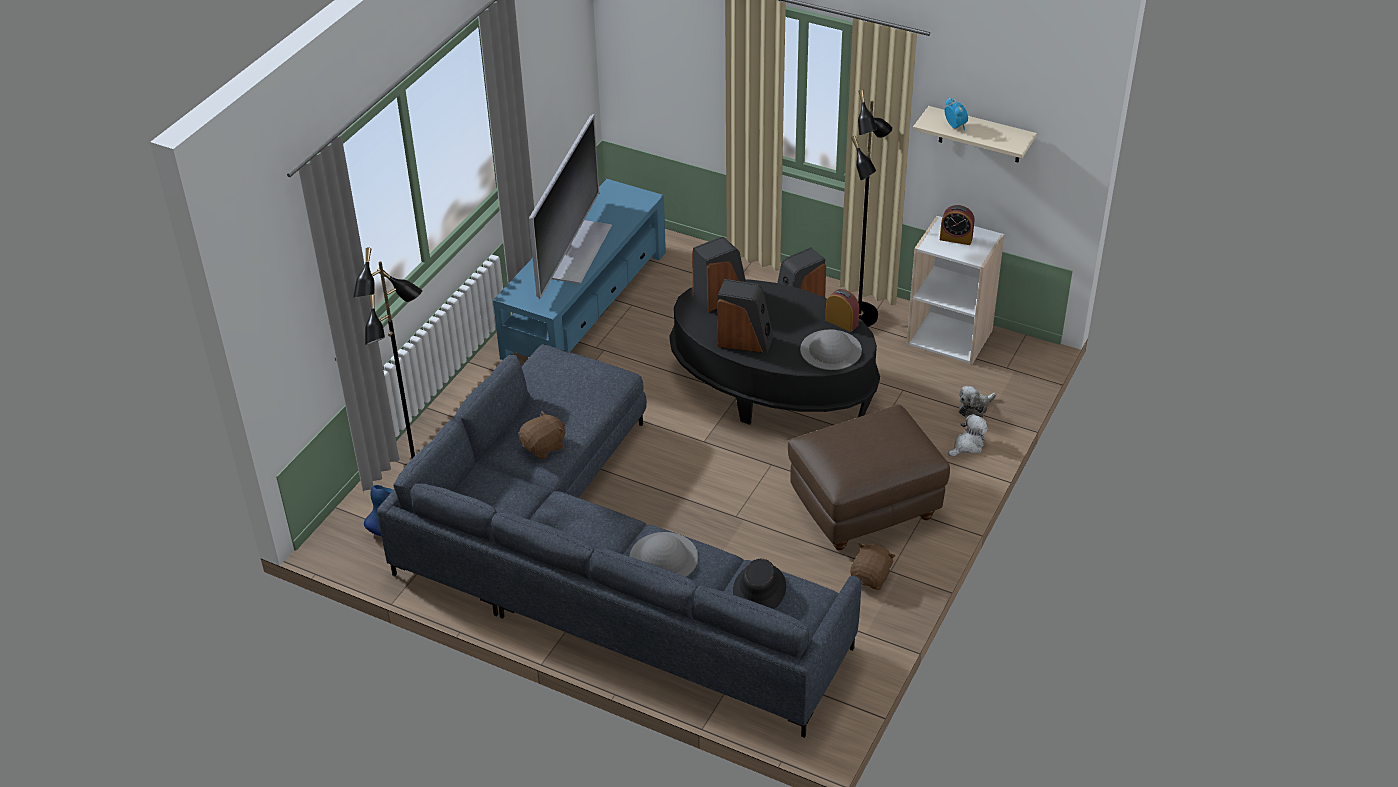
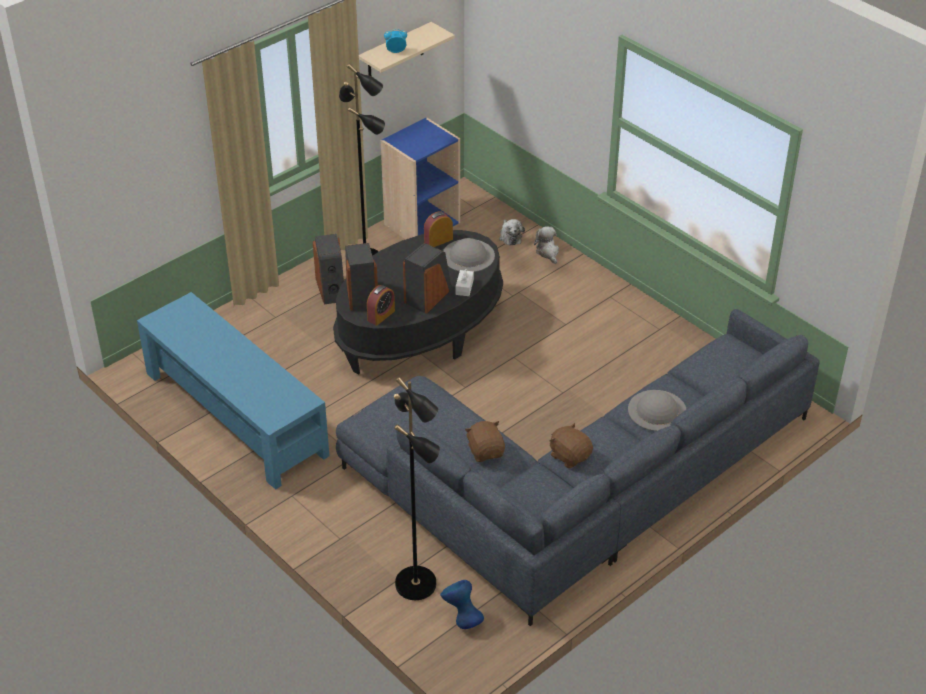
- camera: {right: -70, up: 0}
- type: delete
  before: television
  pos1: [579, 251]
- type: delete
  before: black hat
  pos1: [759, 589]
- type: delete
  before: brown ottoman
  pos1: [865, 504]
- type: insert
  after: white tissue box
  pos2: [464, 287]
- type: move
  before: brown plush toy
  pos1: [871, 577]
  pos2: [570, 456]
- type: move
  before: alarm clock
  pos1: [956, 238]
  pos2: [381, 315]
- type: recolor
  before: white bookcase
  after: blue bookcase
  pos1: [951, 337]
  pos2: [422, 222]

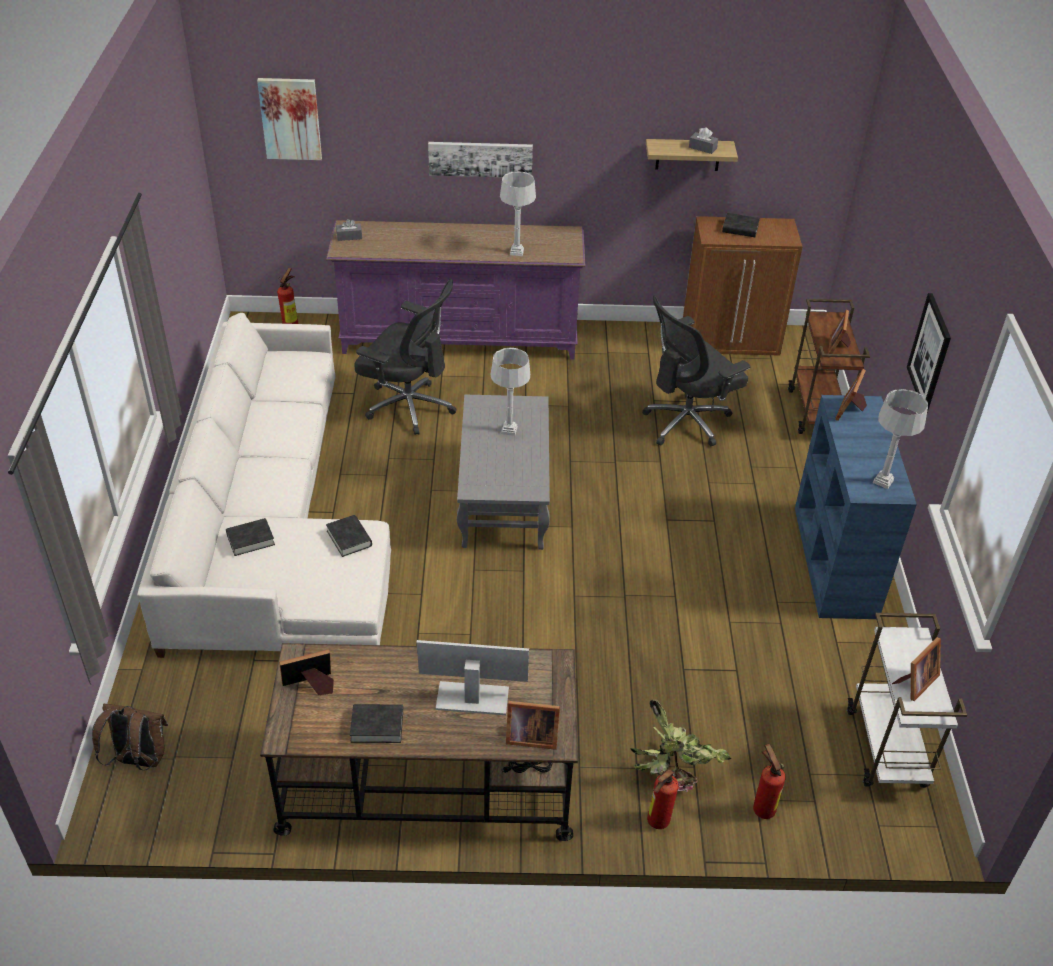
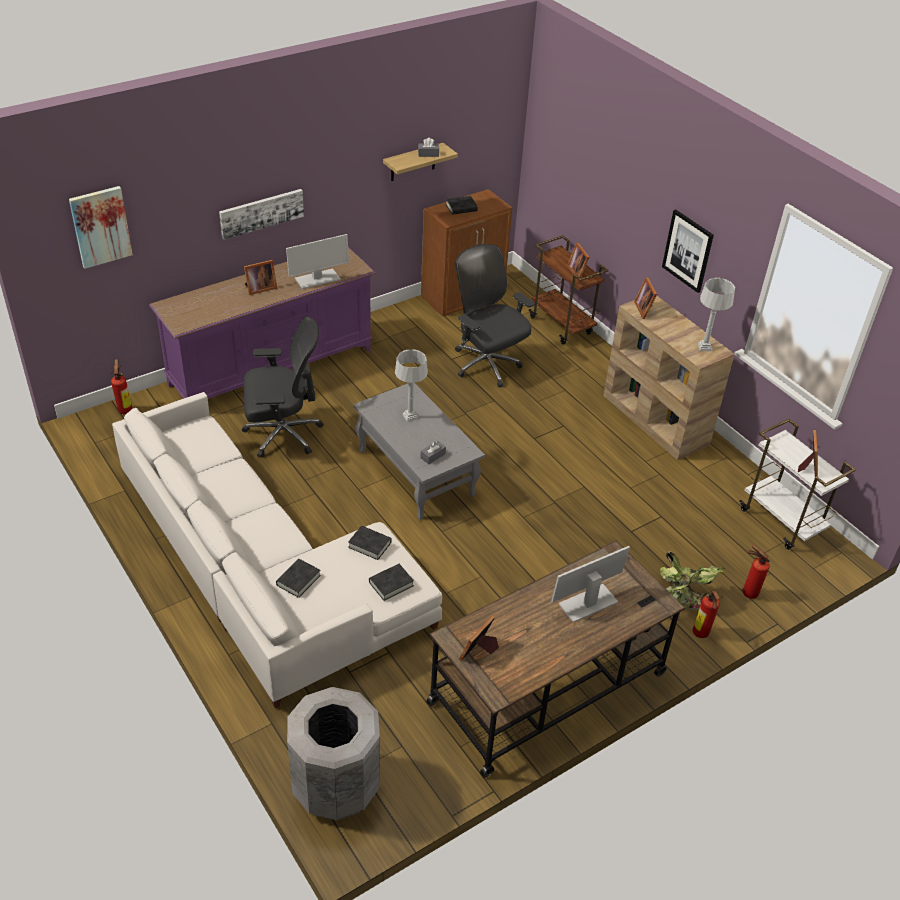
- camera: {right: -35, up: 0}
- type: move
  before: grey tissue box
  pos1: [349, 236]
  pos2: [433, 456]
- type: move
  before: black book
  pos1: [377, 726]
  pos2: [391, 584]
- type: move
  before: picture frame
  pos1: [530, 736]
  pos2: [259, 288]
- type: replace
  before: brown backpack
  after: grey trash can
  pos1: [139, 760]
  pos2: [336, 786]
- type: replace
  before: grey table lamp
  after: monitor
  pos1: [516, 252]
  pos2: [317, 279]
- type: recolor
  before: blue bookcase
  after: brown bookcase
  pos1: [836, 561]
  pos2: [656, 419]
- type: rotate
  before: office chair
  pos1: [687, 422]
  pos2: [487, 365]
  turn: 120

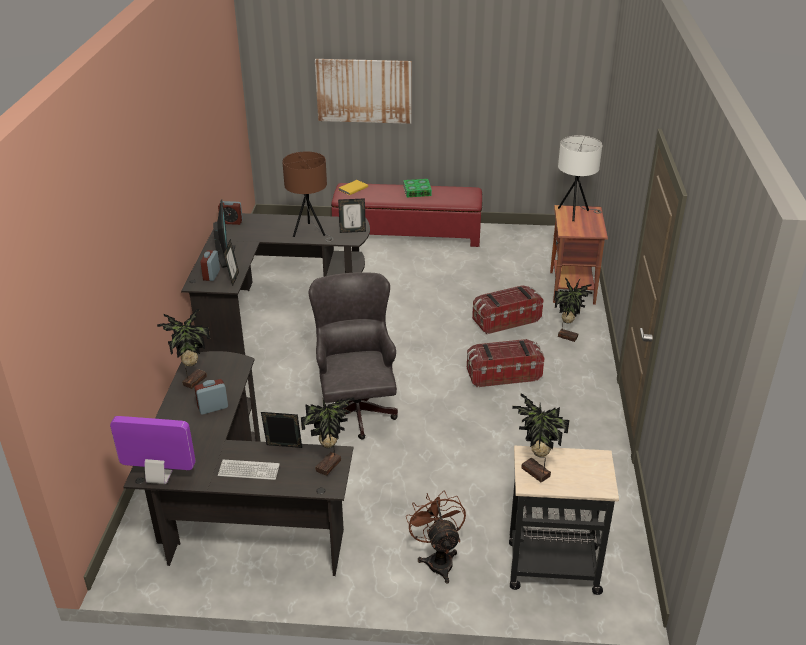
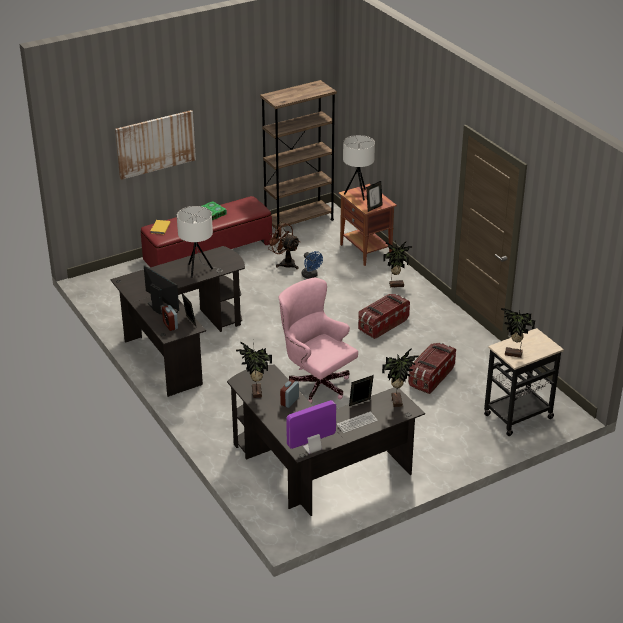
- camera: {right: -35, up: 0}
- type: delete
  before: alarm clock
  pos1: [231, 222]
- type: insert
  after: brown bookcase
  pos2: [299, 222]
- type: insert
  after: blue fan
  pos2: [311, 276]
- type: move
  before: picture frame
  pos1: [352, 231]
  pos2: [374, 207]
- type: move
  before: brown fan
  pos1: [438, 559]
  pos2: [285, 263]
- type: move
  before: storage box
  pos1: [505, 320]
  pos2: [431, 377]
- type: recolor
  before: brown table lamp
  after: white table lamp
  pos1: [310, 233]
  pos2: [199, 270]
- type: recolor
  before: grey office chair
  after: pink office chair
  pos1: [356, 410]
  pos2: [317, 383]

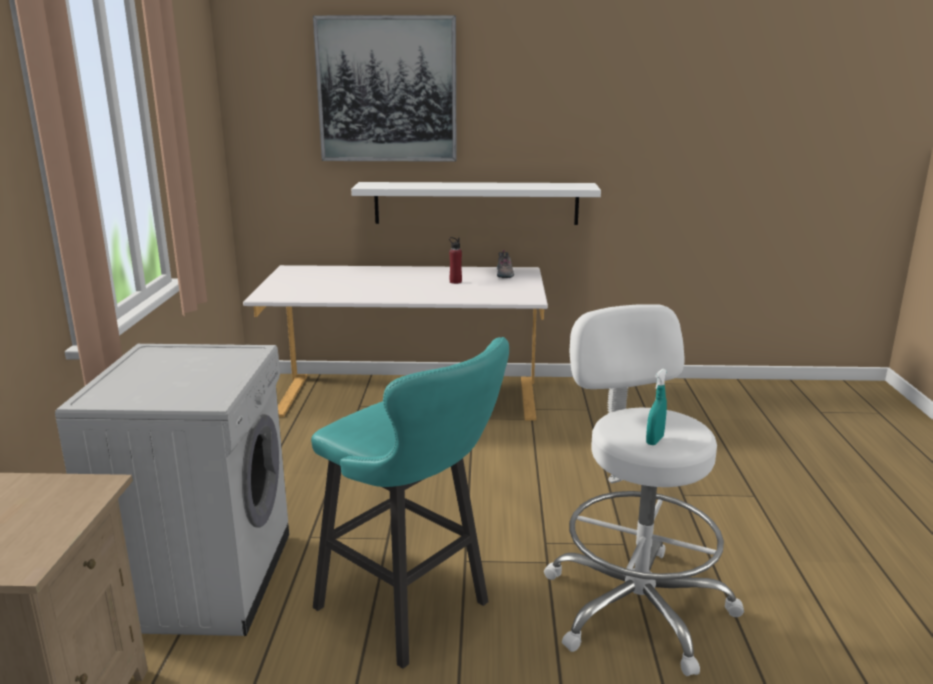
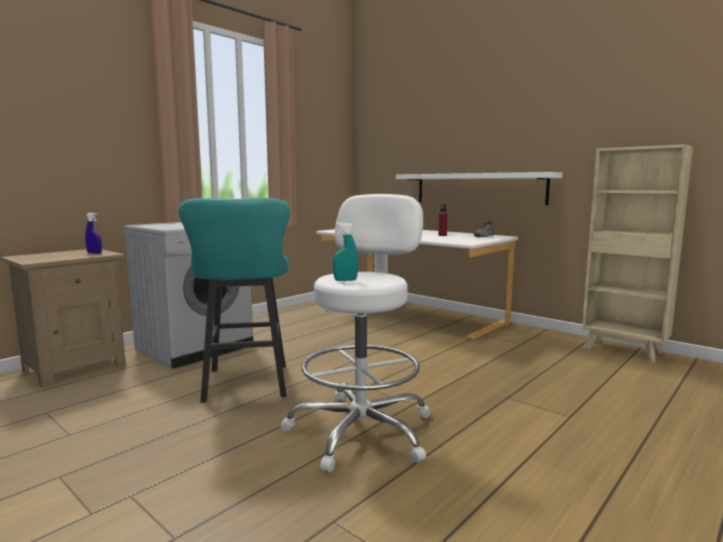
- camera: {right: 40, up: -10}
- type: delete
  before: picture
  pos1: [387, 90]
- type: insert
  after: blue spray bottle
  pos2: [94, 253]
- type: insert
  after: beige bookcase
  pos2: [624, 350]

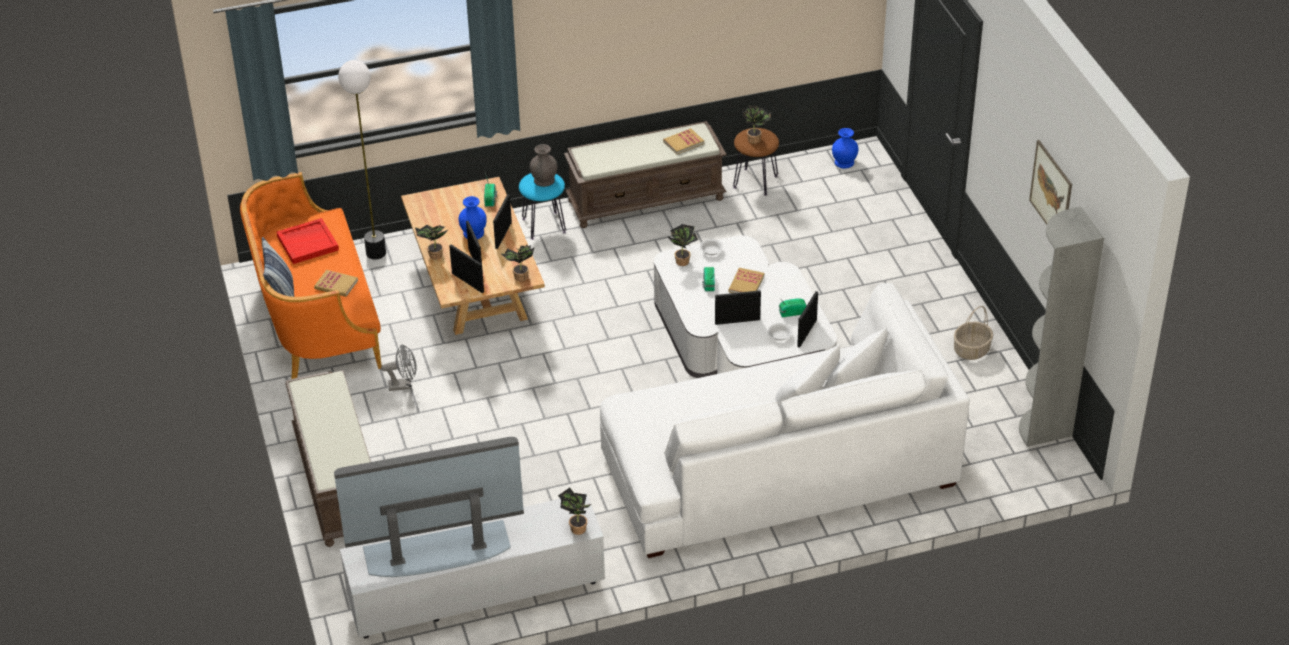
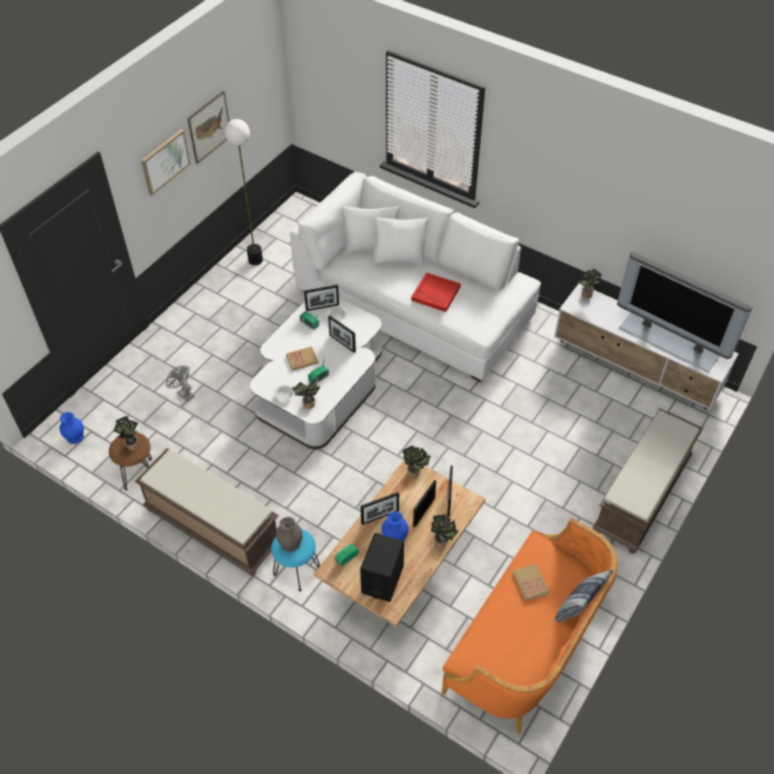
- camera: {right: -130, up: 10}
- type: delete
  before: book
  pos1: [683, 143]
- type: delete
  before: basket
  pos1: [971, 350]
- type: delete
  before: grey bookcase
  pos1: [1041, 431]
- type: insert
  after: picture
  pos2: [165, 161]
- type: insert
  after: black speaker
  pos2: [382, 579]
- type: move
  before: red tray
  pos1: [308, 243]
  pos2: [435, 294]
- type: move
  before: floor lamp
  pos1: [376, 252]
  pos2: [255, 260]
- type: move
  before: grey fan
  pos1: [404, 385]
  pos2: [183, 393]

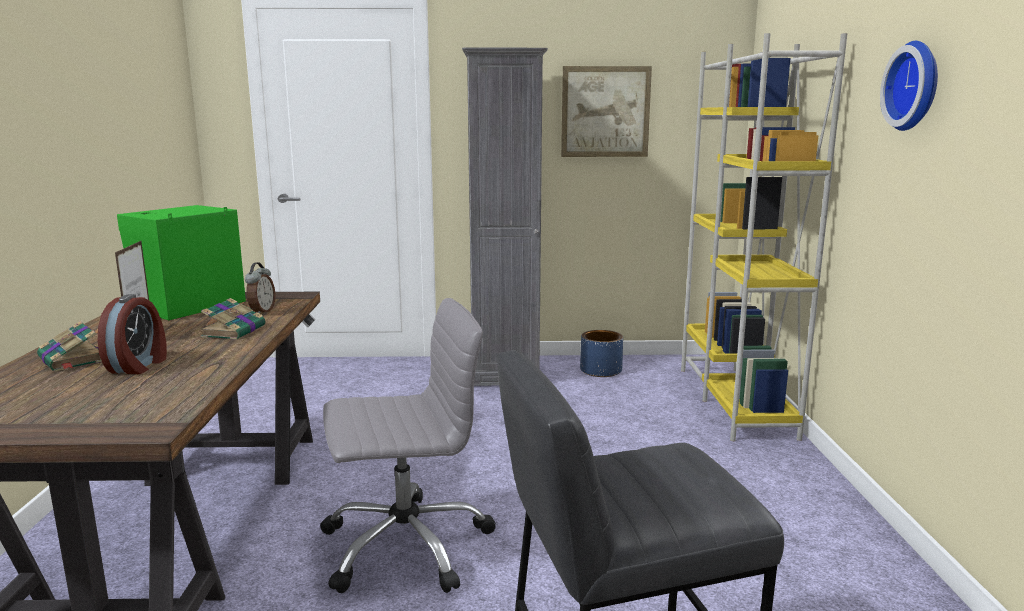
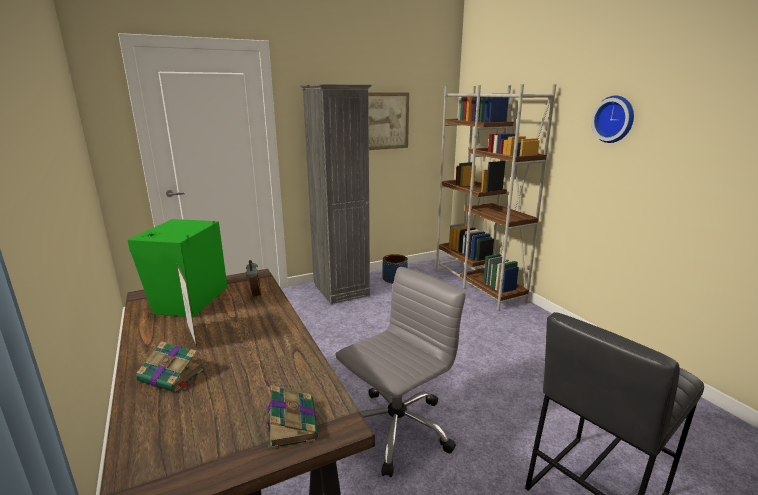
- camera: {right: -25, up: 5}
- type: delete
  before: alarm clock
  pos1: [139, 365]
- type: move
  before: book
  pos1: [235, 331]
  pos2: [292, 423]
- type: recolor
  before: yellow bookcase
  after: brown bookcase
  pos1: [734, 401]
  pos2: [478, 285]

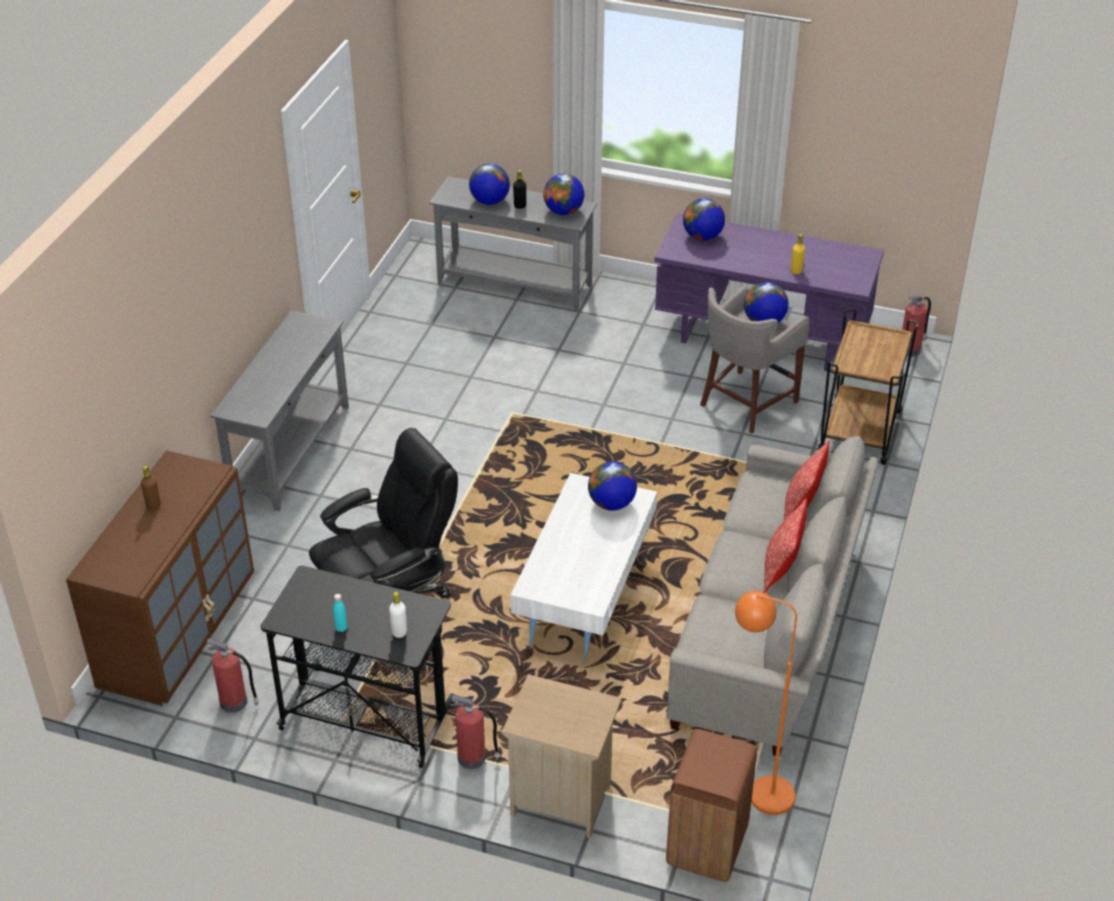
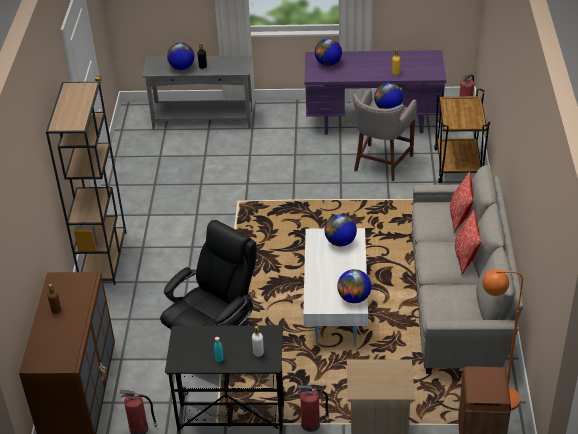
- camera: {right: -15, up: 0}
- type: move
  before: globe
  pos1: [563, 211]
  pos2: [354, 298]
- type: replace
  before: grey console table
  after: bookcase
  pos1: [290, 451]
  pos2: [103, 258]

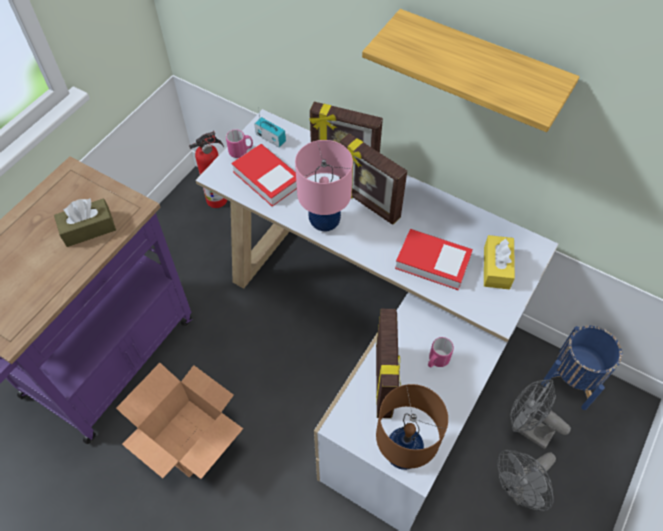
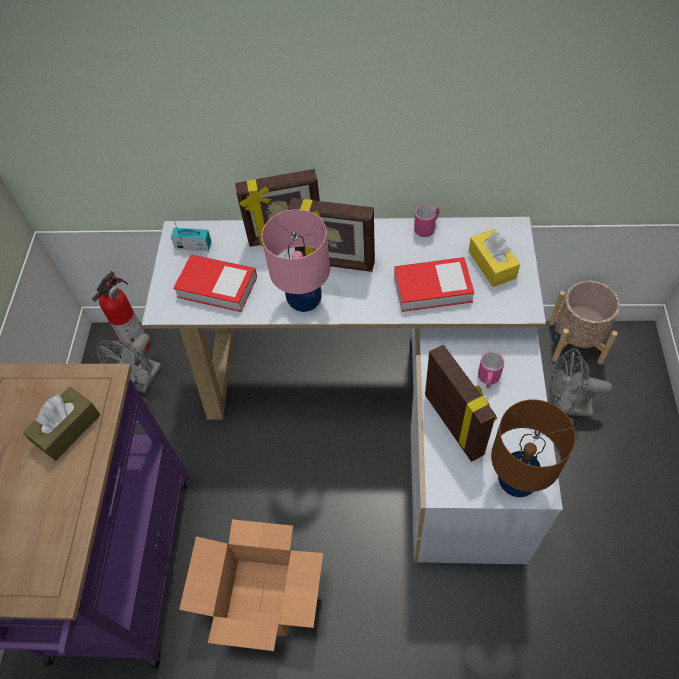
- camera: {right: -25, up: 0}
- type: delete
  before: shelf
  pos1: [479, 70]
- type: move
  before: pink mug
  pos1: [241, 151]
  pos2: [427, 228]
- type: move
  before: grey fan
  pos1: [518, 490]
  pos2: [142, 382]
- type: recolor
  before: blue planter
  after: beige planter
  pos1: [572, 378]
  pos2: [575, 342]

